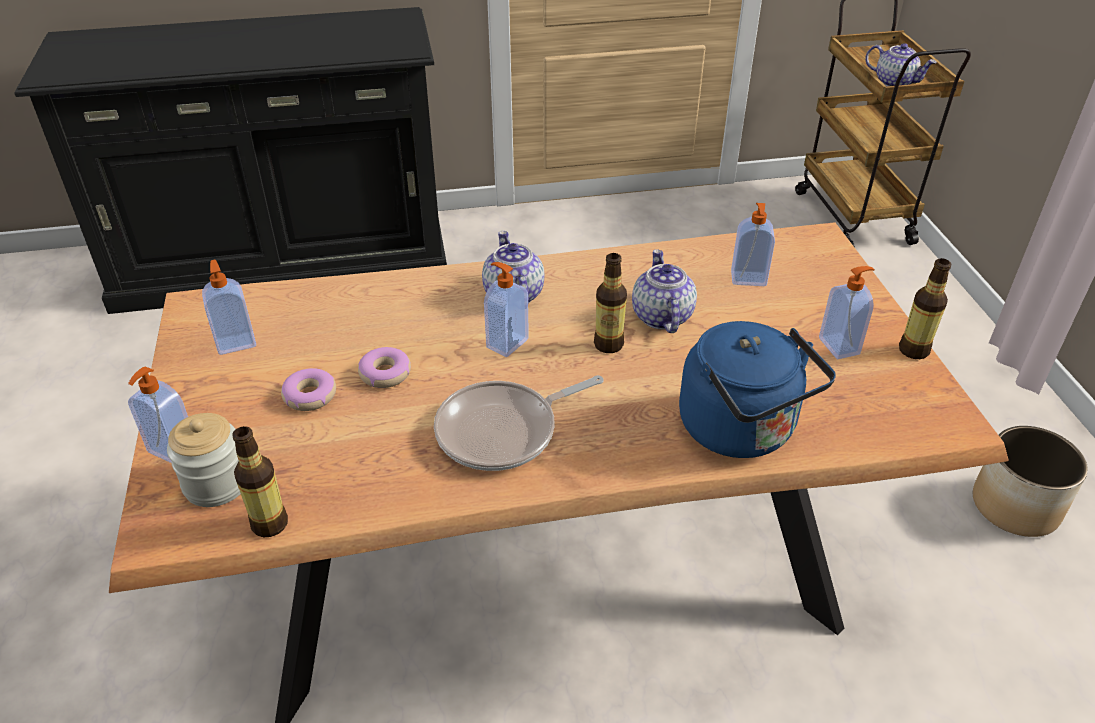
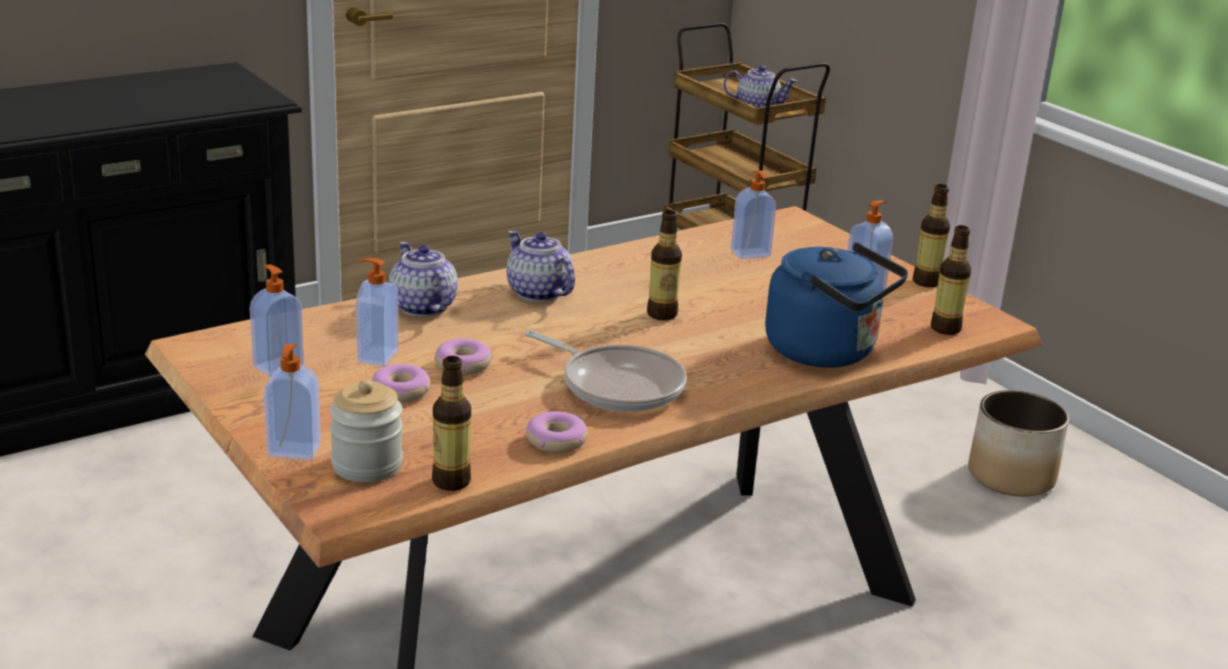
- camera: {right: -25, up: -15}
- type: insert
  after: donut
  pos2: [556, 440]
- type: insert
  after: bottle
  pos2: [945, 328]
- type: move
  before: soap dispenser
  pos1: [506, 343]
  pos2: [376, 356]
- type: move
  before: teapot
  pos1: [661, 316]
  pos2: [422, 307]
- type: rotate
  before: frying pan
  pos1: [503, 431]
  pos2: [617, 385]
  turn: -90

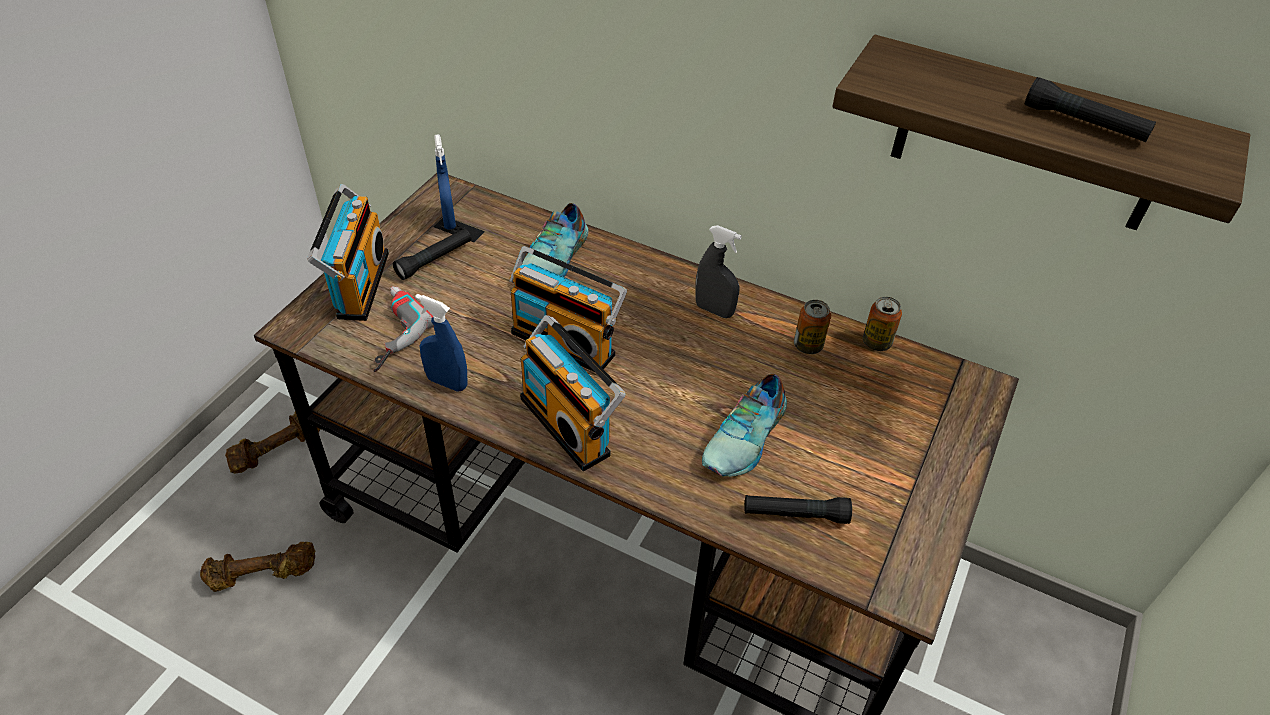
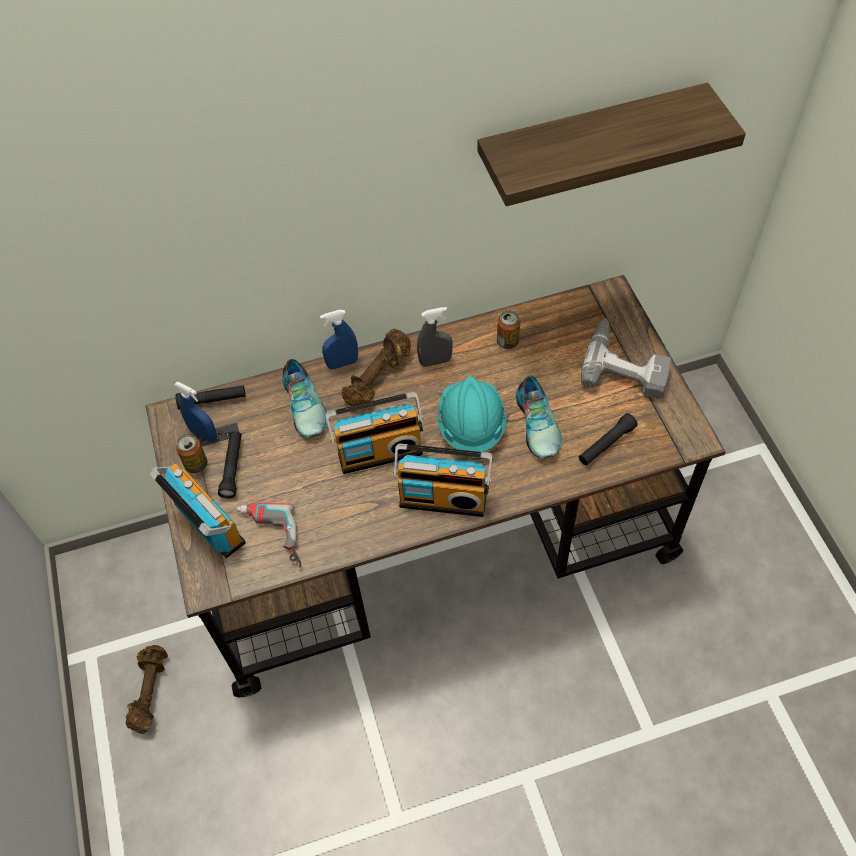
- camera: {right: -40, up: 10}
- type: insert
  after: turquoise hard hat
  pos2: [471, 426]
- type: insert
  after: power drill
  pos2: [626, 364]
- type: move
  before: brown dumbbell
  pos1: [262, 576]
  pos2: [379, 378]
- type: move
  before: blue spray bottle
  pos1: [447, 382]
  pos2: [342, 363]
- type: move
  before: can
  pos1: [876, 342]
  pos2: [196, 464]
- type: move
  before: black flashlight
  pos1: [1084, 123]
  pos2: [212, 401]

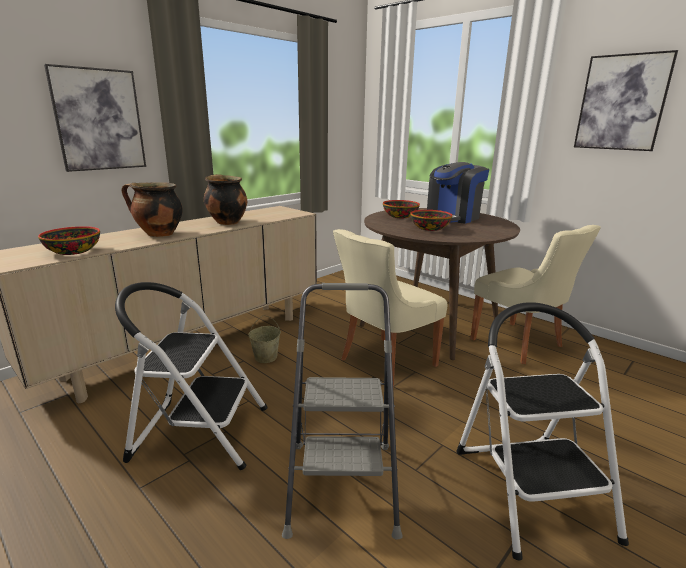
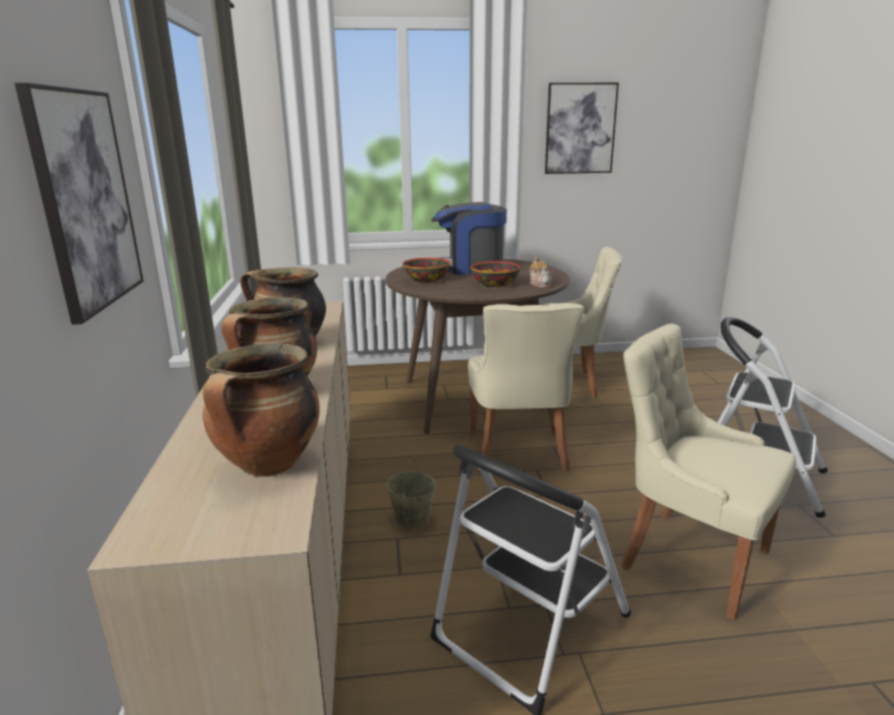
- camera: {right: -50, up: 0}
- type: insert
  after: teapot
  pos2: [540, 284]
- type: replace
  before: bowl
  after: cooking pot
  pos1: [73, 251]
  pos2: [268, 466]
- type: replace
  before: grey step ladder
  after: beige chair
  pos1: [342, 481]
  pos2: [689, 557]
- type: rotate
  before: coffee machine
  pos1: [452, 217]
  pos2: [469, 268]
  turn: 90

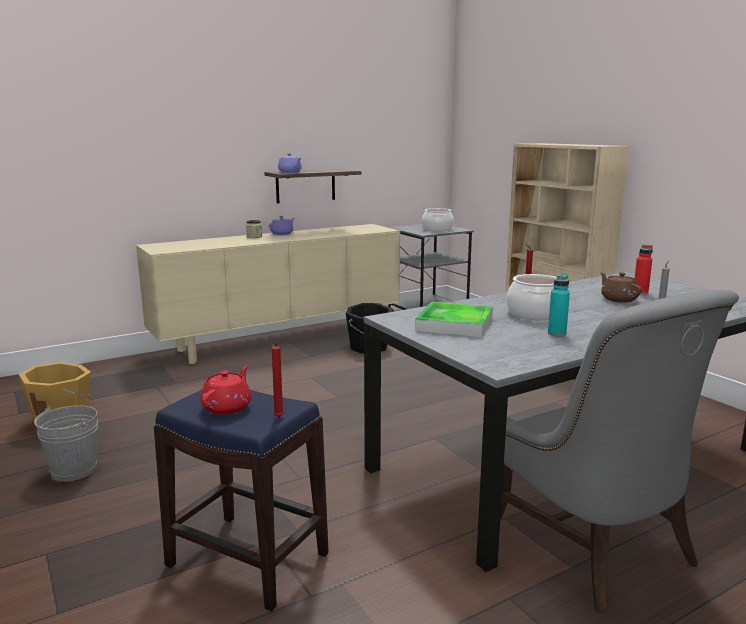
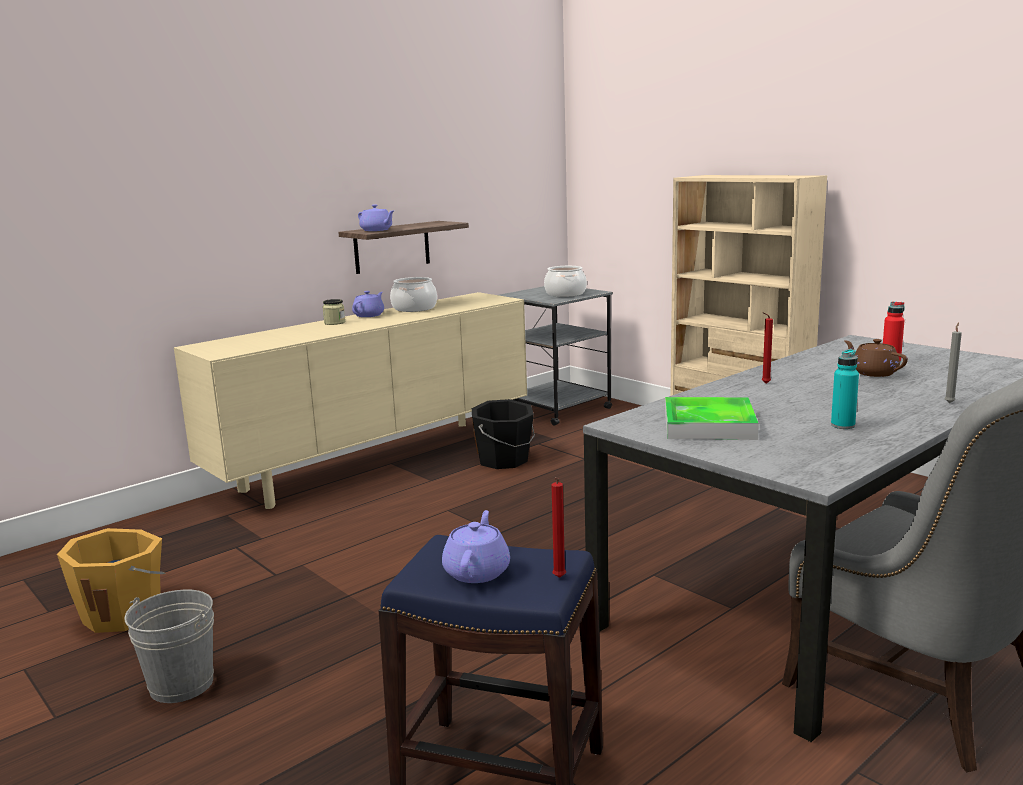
- camera: {right: -10, up: 0}
- type: move
  before: cooking pot
  pos1: [535, 314]
  pos2: [414, 308]
- type: recolor
  before: red teapot
  after: purple teapot
  pos1: [227, 407]
  pos2: [477, 571]

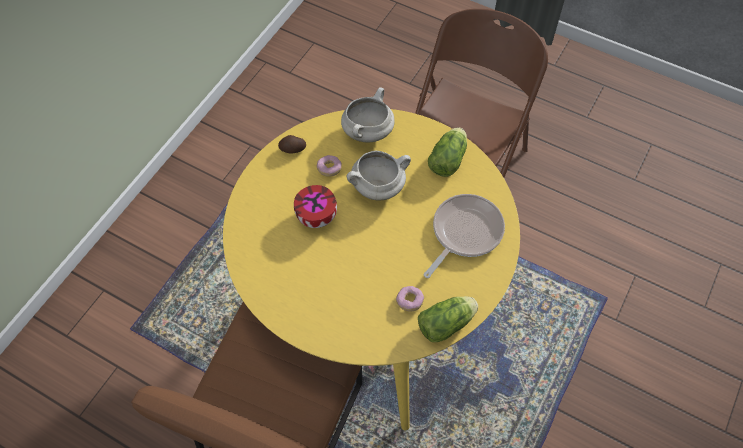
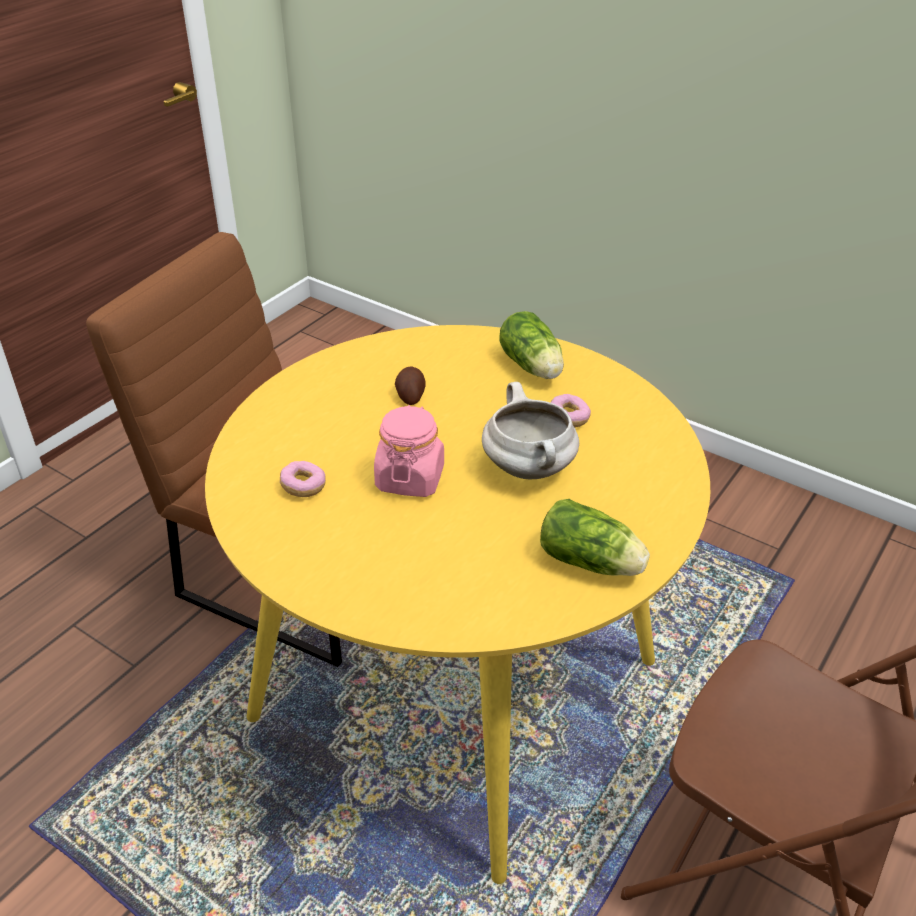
- camera: {right: 95, up: -20}
- type: delete
  before: bowl
  pos1: [316, 218]
- type: delete
  before: white cooking pot
  pos1: [367, 131]
- type: delete
  before: frying pan
  pos1: [464, 233]
- type: insert
  after: pink jar
  pos2: [410, 478]
- type: move
  before: potato
  pos1: [292, 149]
  pos2: [410, 395]
- type: move
  before: lettuce
  pos1: [448, 323]
  pos2: [533, 367]

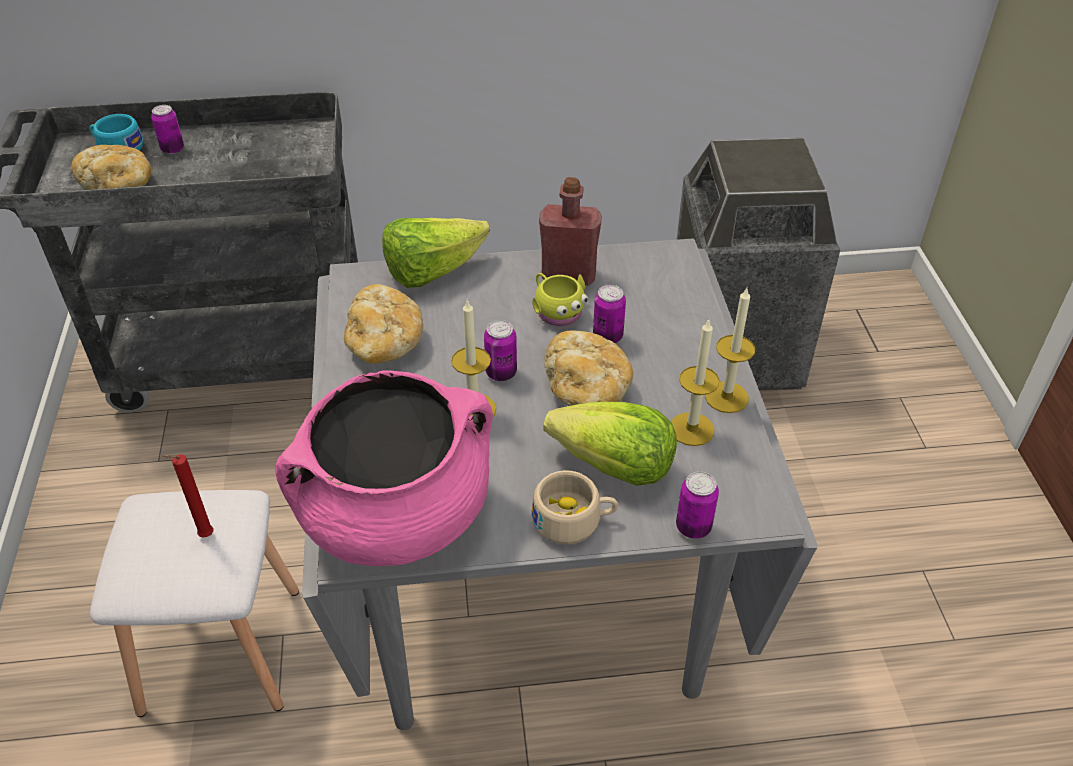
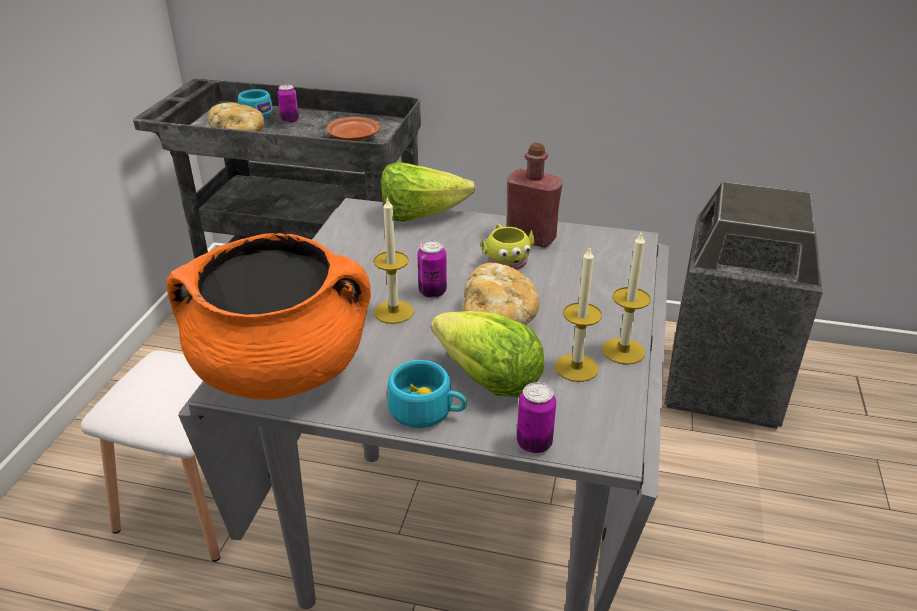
- camera: {right: 20, up: -10}
- type: delete
  before: red candle
  pos1: [204, 536]
- type: delete
  before: bread
  pos1: [384, 343]
- type: delete
  before: can
  pos1: [607, 337]
- type: insert
  after: brown plate
  pos2: [353, 137]
- type: recolor
  before: pink cooking pot
  after: orange cooking pot
  pos1: [396, 515]
  pos2: [282, 370]
- type: recolor
  before: beige cup
  after: turquoise cup
  pos1: [574, 521]
  pos2: [427, 411]

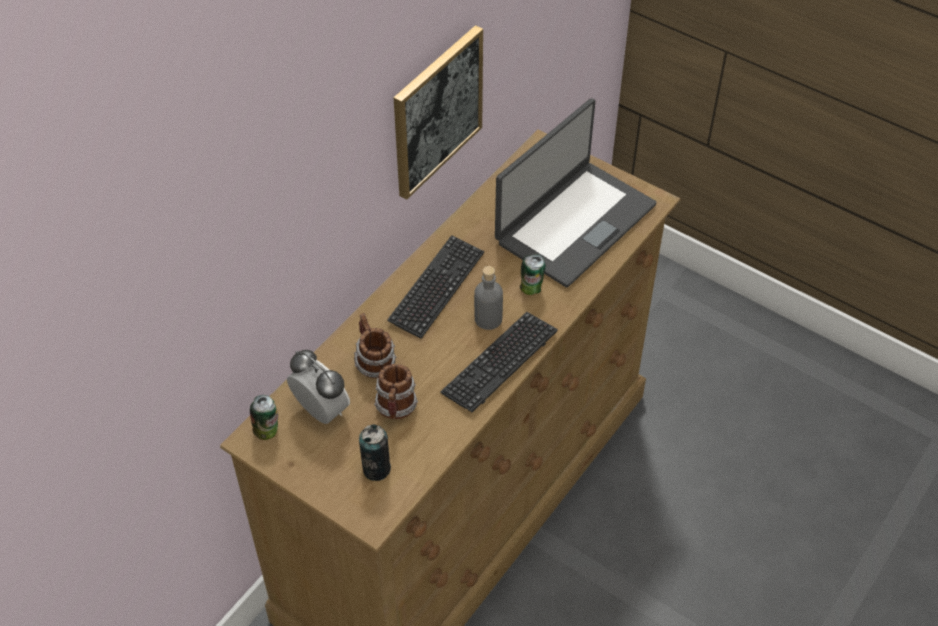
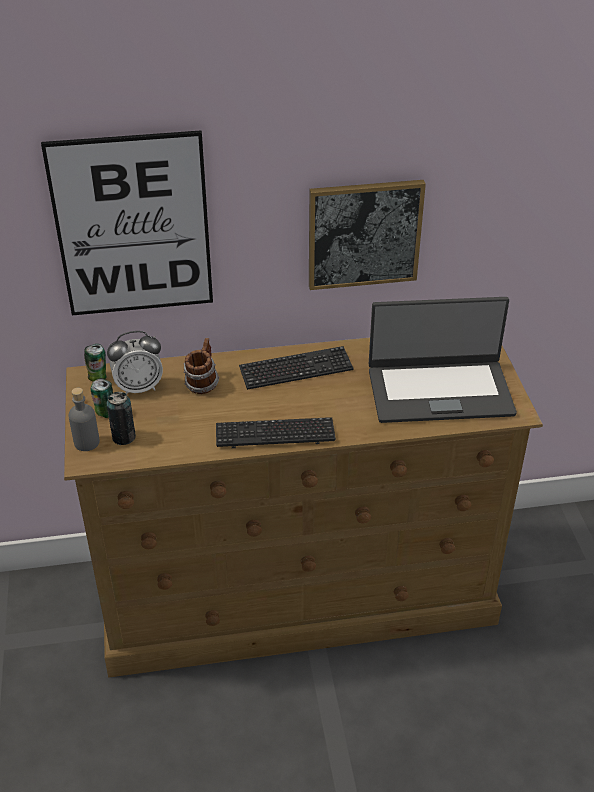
- camera: {right: 45, up: -10}
- type: delete
  before: mug
  pos1: [396, 408]
- type: insert
  after: picture
  pos2: [133, 226]
- type: move
  before: grey bottle
  pos1: [488, 319]
  pos2: [86, 442]
- type: move
  before: can
  pos1: [531, 289]
  pos2: [105, 412]
- type: rotate
  before: alarm clock
  pos1: [321, 411]
  pos2: [139, 387]
  turn: 75

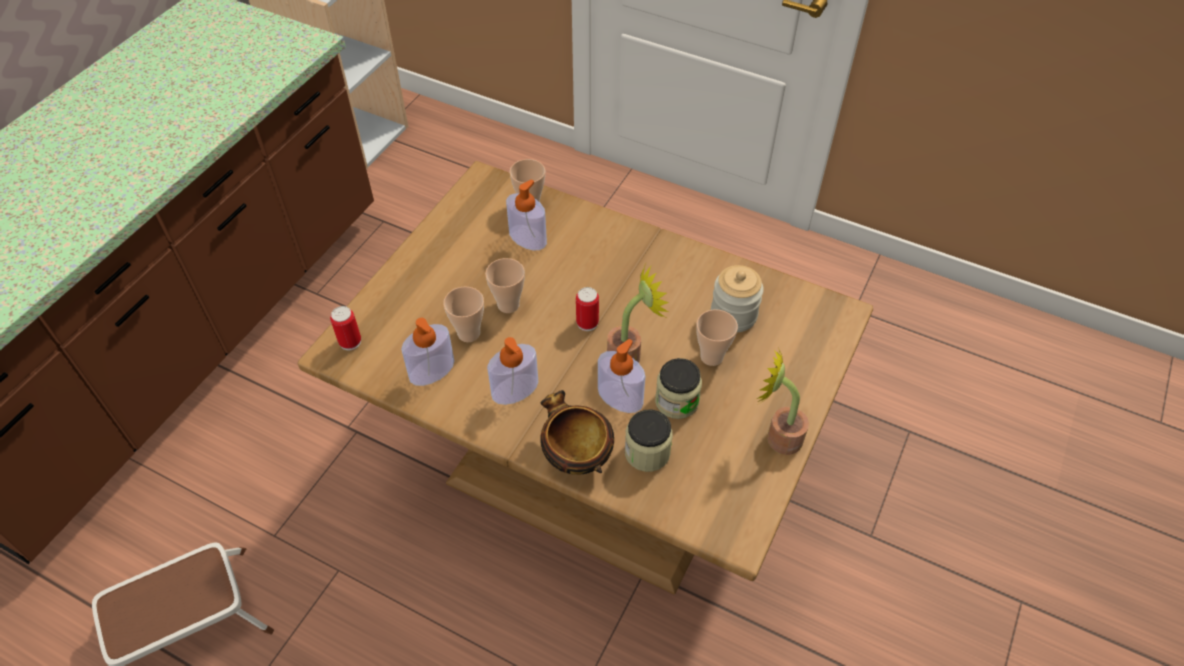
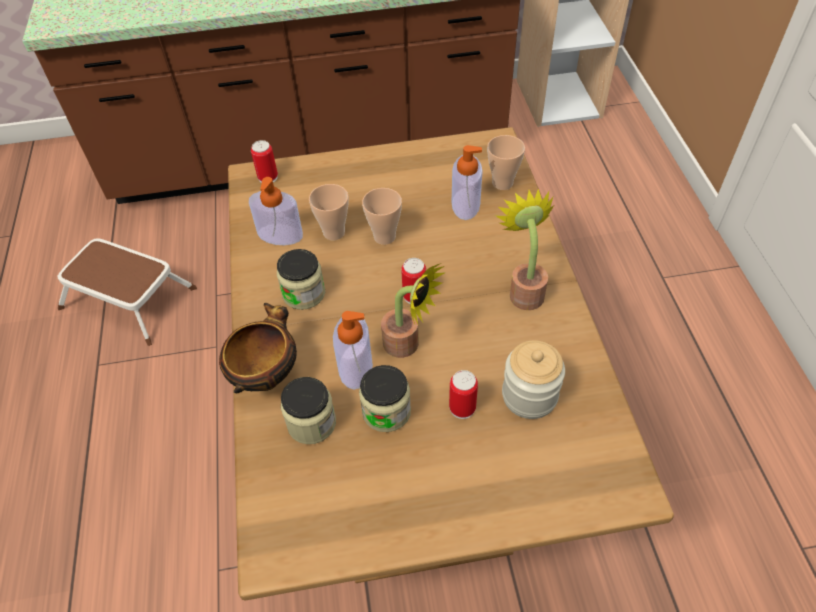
- camera: {right: 55, up: 0}
- type: move
  before: potted plant
  pos1: [777, 436]
  pos2: [524, 290]
- type: replace
  before: soap dispenser
  after: jar
  pos1: [515, 389]
  pos2: [304, 293]
- type: replace
  before: cup
  after: can
  pos1: [711, 357]
  pos2: [462, 408]

